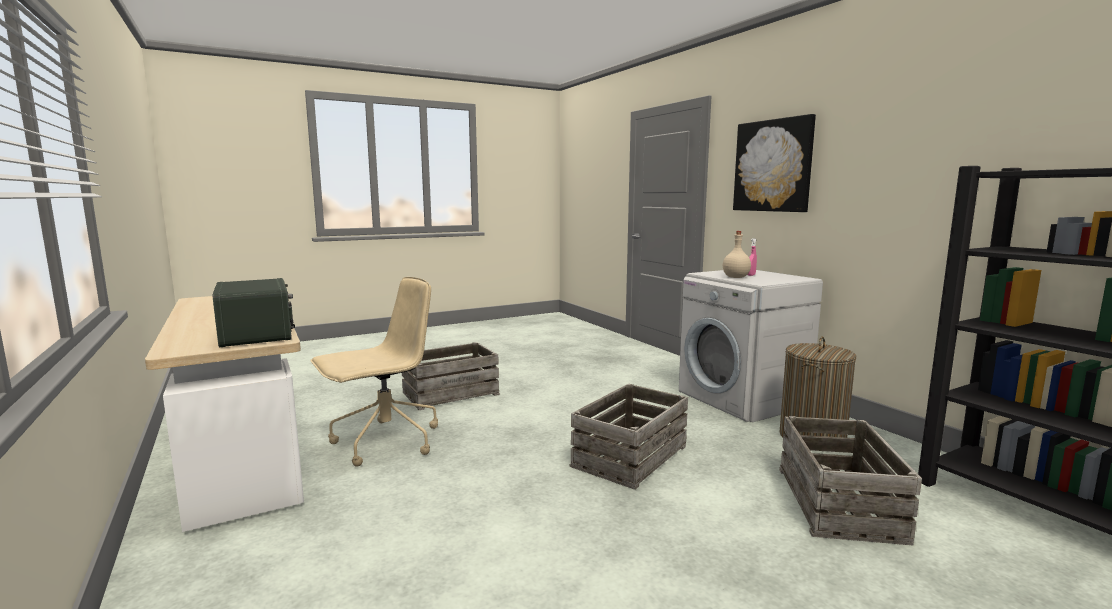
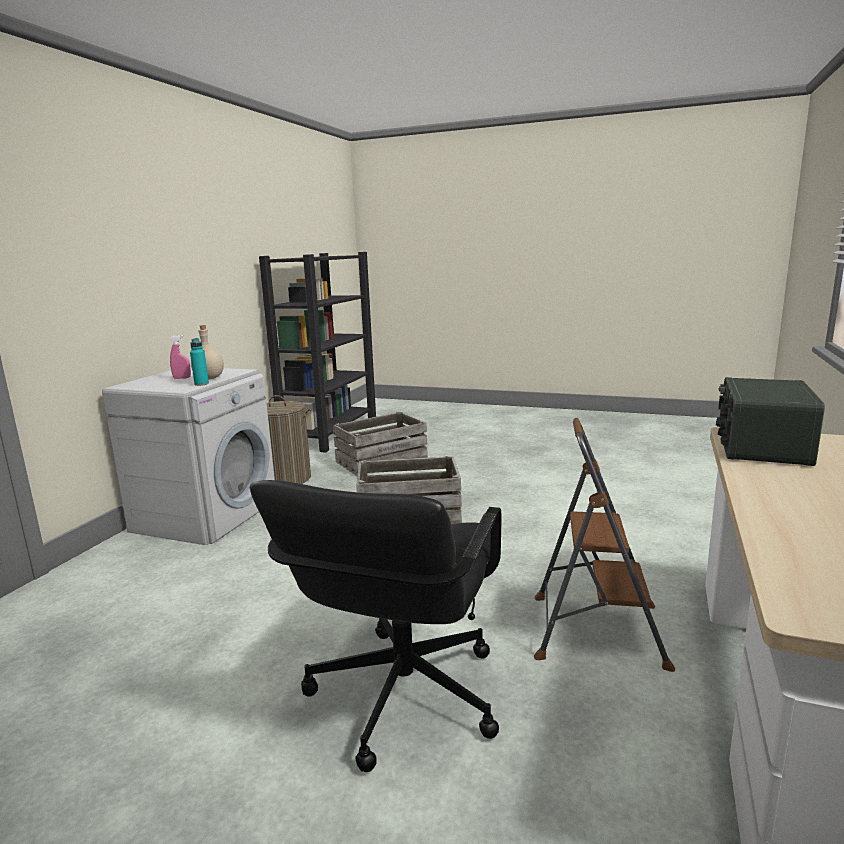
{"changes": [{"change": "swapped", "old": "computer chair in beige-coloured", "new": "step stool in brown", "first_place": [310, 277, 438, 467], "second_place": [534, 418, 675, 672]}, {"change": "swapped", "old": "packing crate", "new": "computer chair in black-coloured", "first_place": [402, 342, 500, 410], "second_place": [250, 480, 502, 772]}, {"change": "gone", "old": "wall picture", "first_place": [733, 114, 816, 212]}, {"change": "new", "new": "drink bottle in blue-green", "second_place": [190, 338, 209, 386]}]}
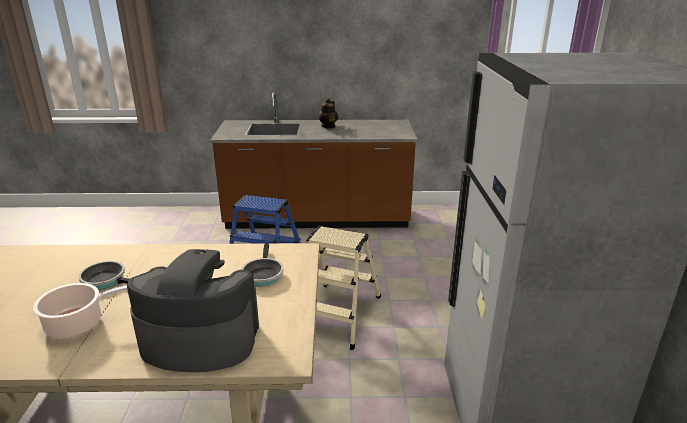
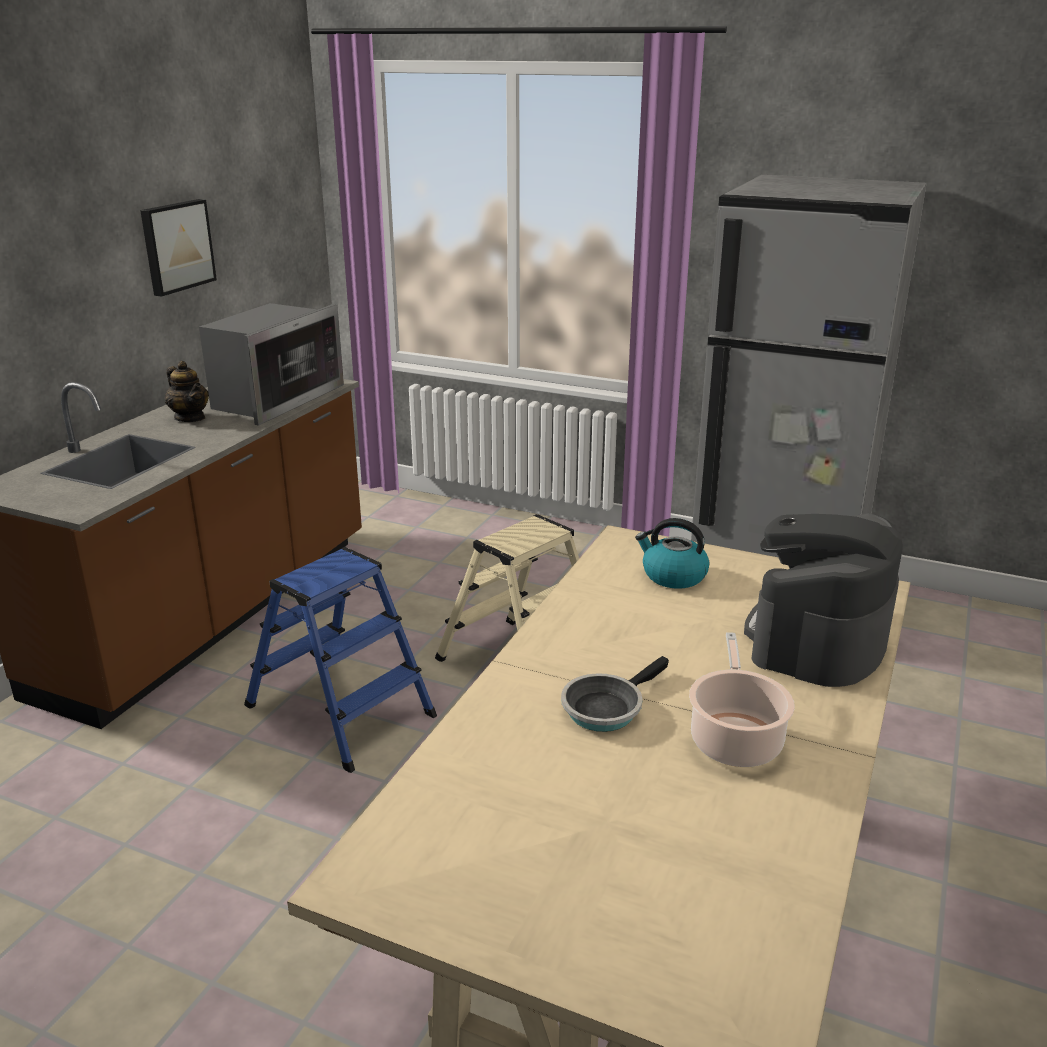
{"changes": [{"change": "swapped", "old": "skillet", "new": "tea kettle", "first_place": [241, 243, 283, 286], "second_place": [635, 518, 709, 588]}, {"change": "new", "new": "wall picture", "second_place": [140, 199, 217, 297]}, {"change": "new", "new": "microwave", "second_place": [199, 303, 344, 426]}]}
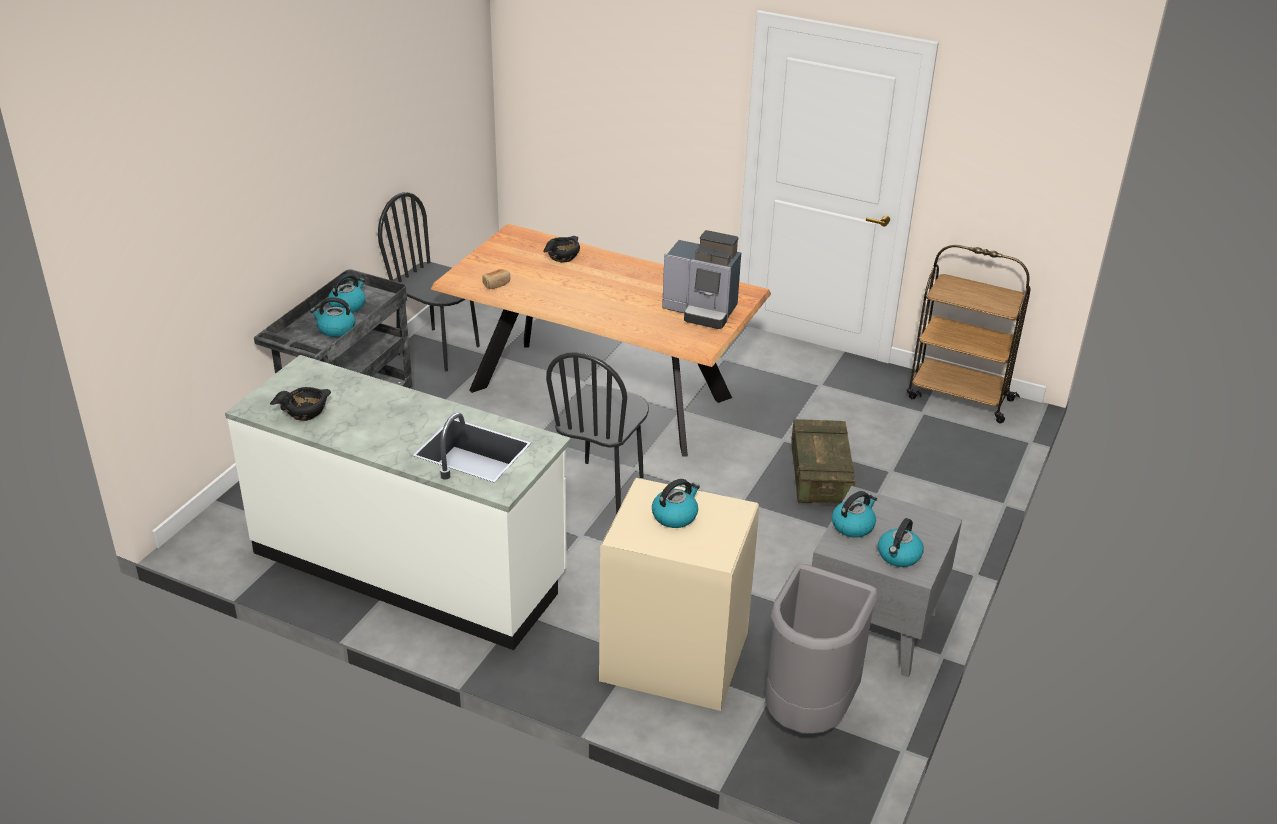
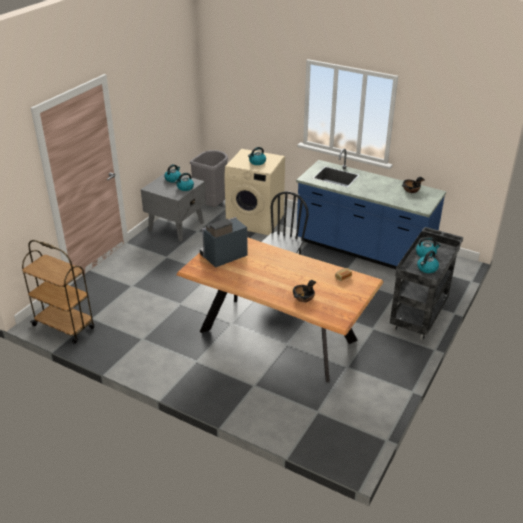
{"changes": [{"change": "repainted", "old": "kitchen counter in white-coloured", "new": "kitchen counter in blue", "first_place": [225, 355, 571, 650], "second_place": [296, 149, 446, 269]}, {"change": "gone", "old": "chair in black-coloured", "first_place": [378, 192, 480, 371]}, {"change": "rotated", "old": "coffee brewer", "first_place": [662, 230, 741, 329], "second_place": [200, 217, 248, 268], "degrees": -60}, {"change": "gone", "old": "packing crate", "first_place": [791, 419, 855, 504]}]}
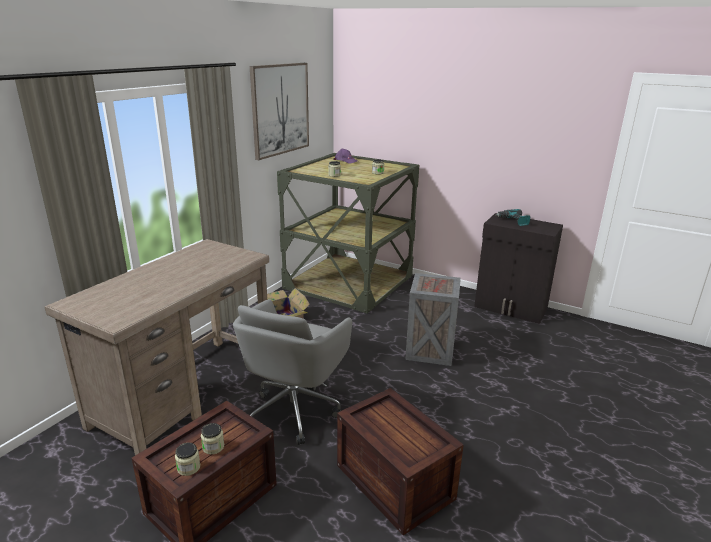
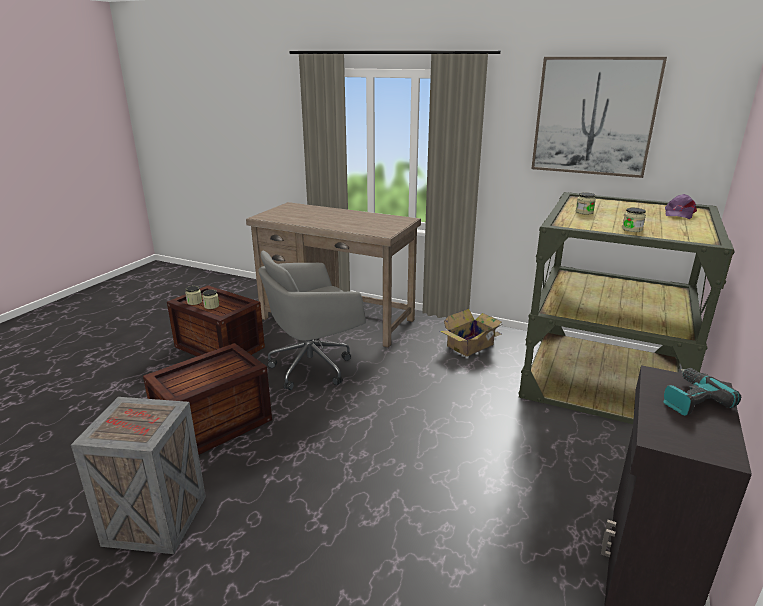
{"changes": [{"change": "rotated", "old": "computer chair in gray", "first_place": [233, 299, 352, 445], "second_place": [259, 251, 366, 390], "degrees": -45}, {"change": "shifted", "old": "packing crate", "first_place": [405, 273, 461, 366], "second_place": [71, 397, 206, 554]}]}
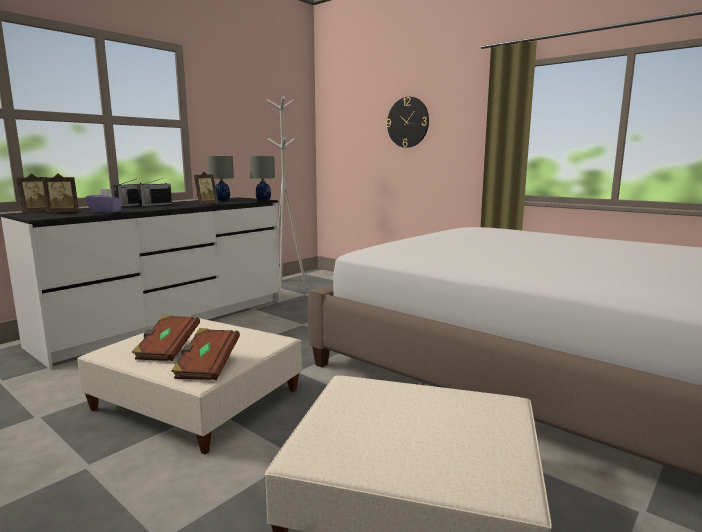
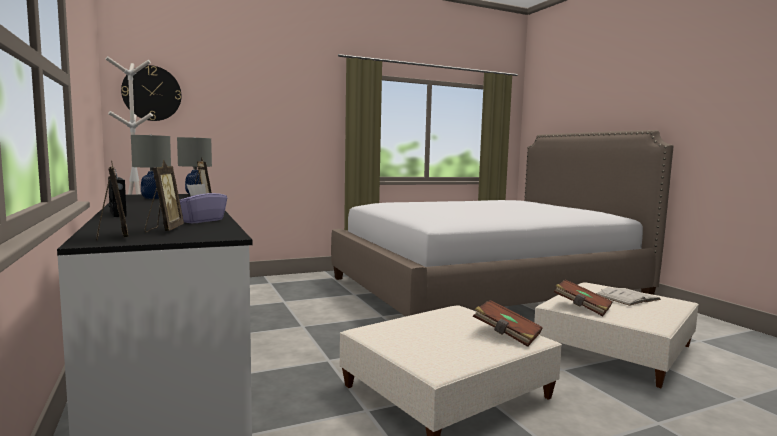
{"changes": [{"change": "shifted", "old": "book in brown", "first_place": [132, 314, 200, 361], "second_place": [554, 280, 612, 316]}, {"change": "gone", "old": "radio set", "first_place": [137, 178, 172, 206]}, {"change": "shifted", "old": "wall clock", "first_place": [386, 97, 429, 148], "second_place": [121, 65, 182, 121]}, {"change": "new", "new": "book in white-coloured", "second_place": [596, 287, 661, 306]}]}
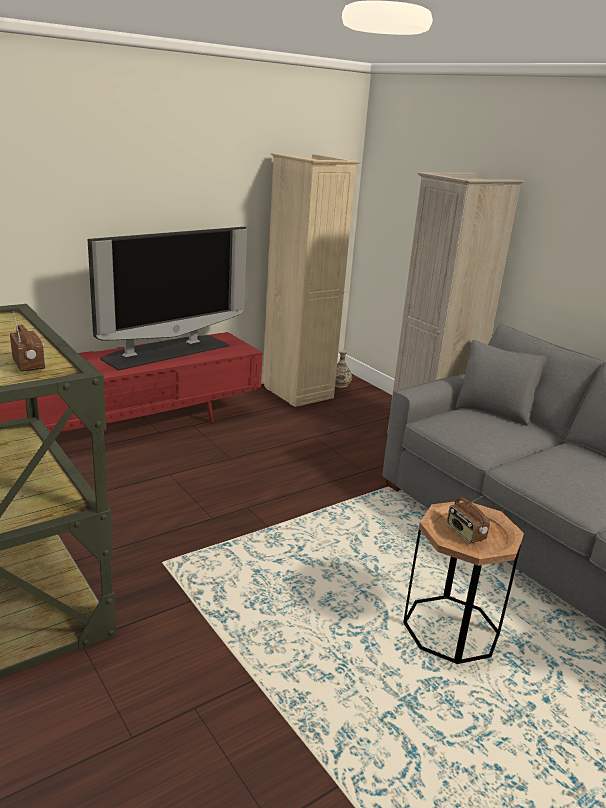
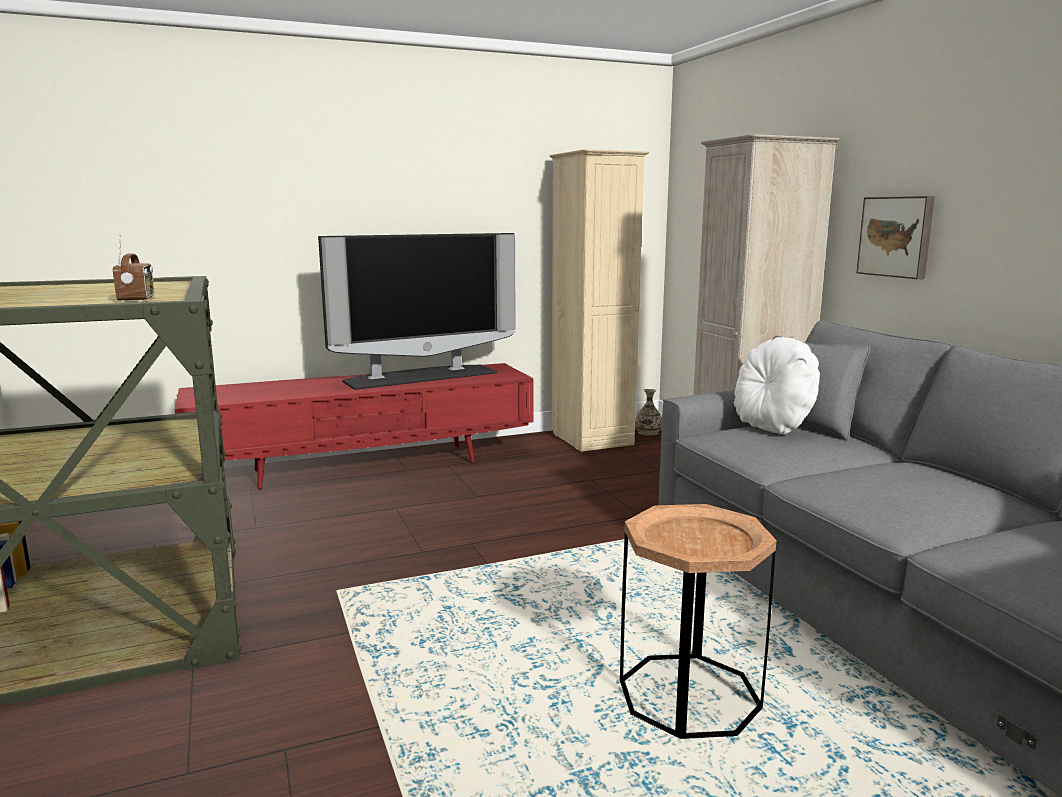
{"changes": [{"change": "gone", "old": "radio set", "first_place": [447, 495, 490, 543]}, {"change": "new", "new": "cushion in white-coloured", "second_place": [734, 337, 820, 435]}, {"change": "new", "new": "wall picture", "second_place": [856, 196, 935, 279]}]}
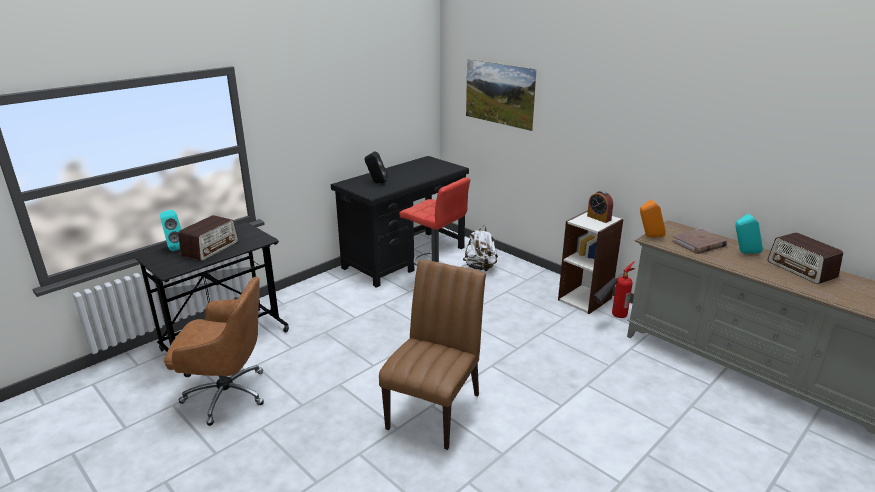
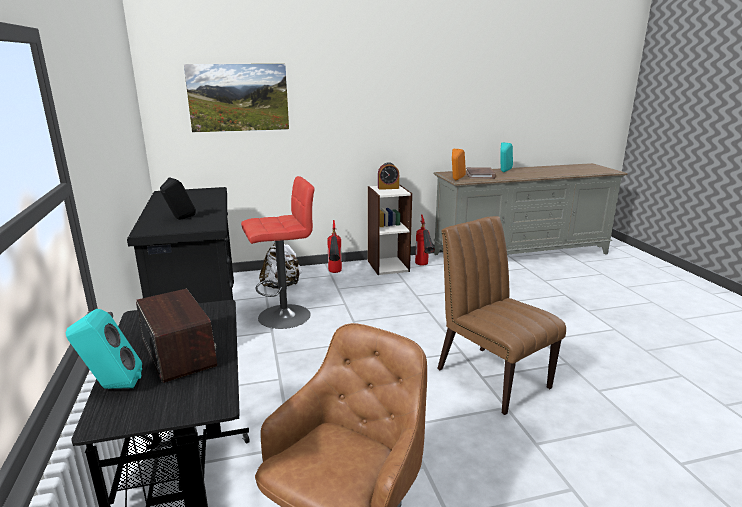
{"changes": [{"change": "gone", "old": "radio set", "first_place": [768, 232, 843, 284]}, {"change": "new", "new": "extinguisher", "second_place": [327, 220, 342, 273]}]}
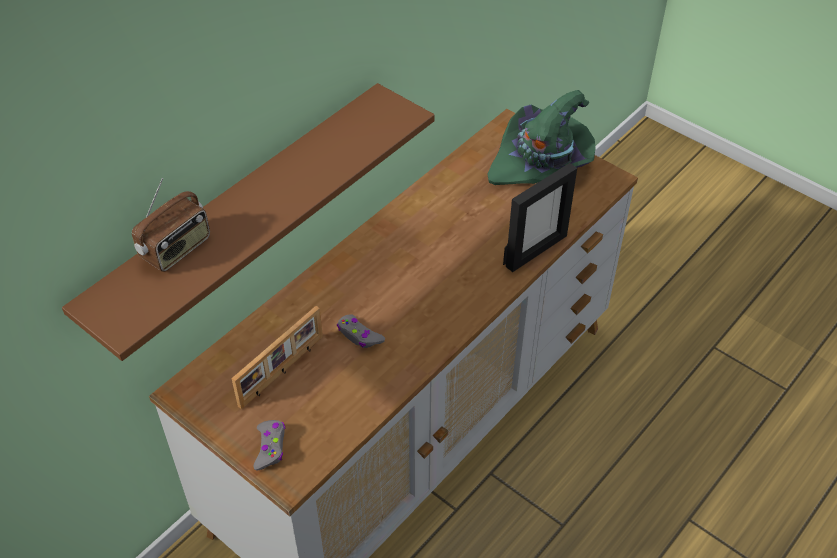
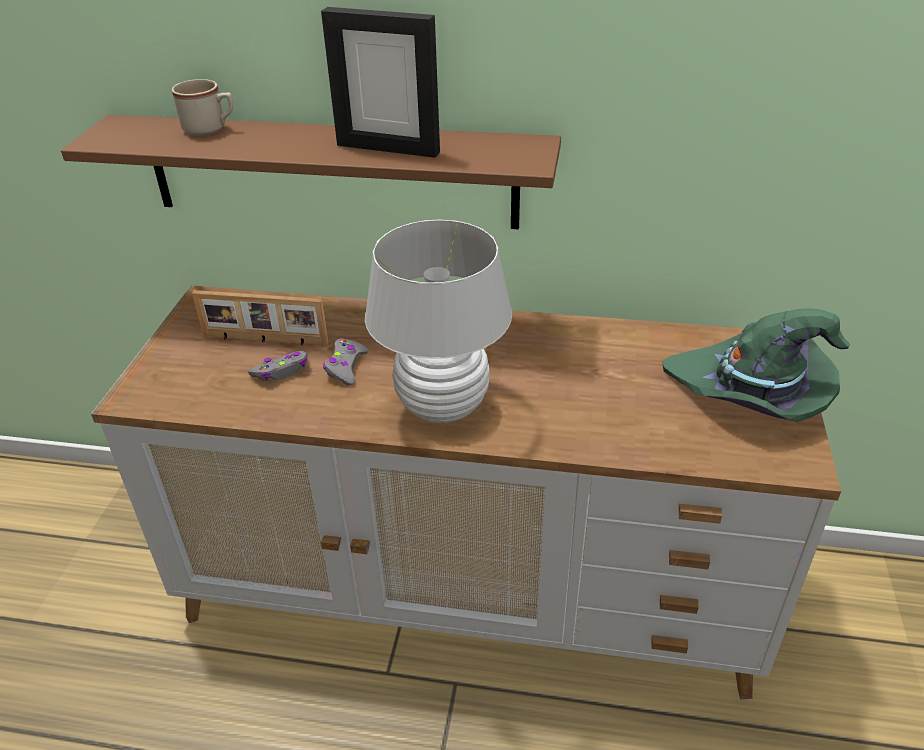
{"changes": [{"change": "swapped", "old": "radio set", "new": "mug in beige-coloured", "first_place": [132, 178, 210, 272], "second_place": [172, 79, 234, 136]}, {"change": "shifted", "old": "gamepad in gray", "first_place": [254, 420, 285, 471], "second_place": [248, 351, 308, 381]}, {"change": "shifted", "old": "picture frame", "first_place": [503, 163, 577, 272], "second_place": [321, 7, 440, 158]}, {"change": "new", "new": "table lamp in white-coloured", "second_place": [365, 220, 512, 423]}]}
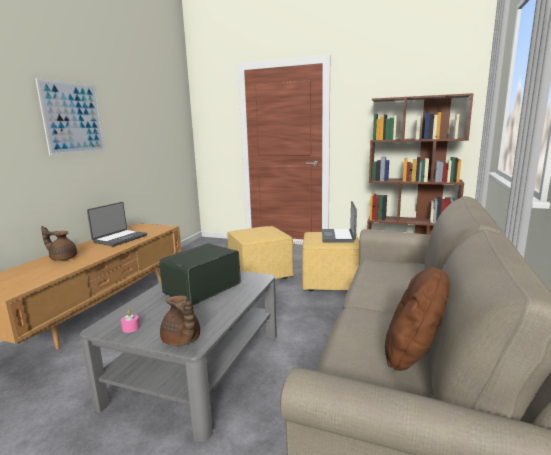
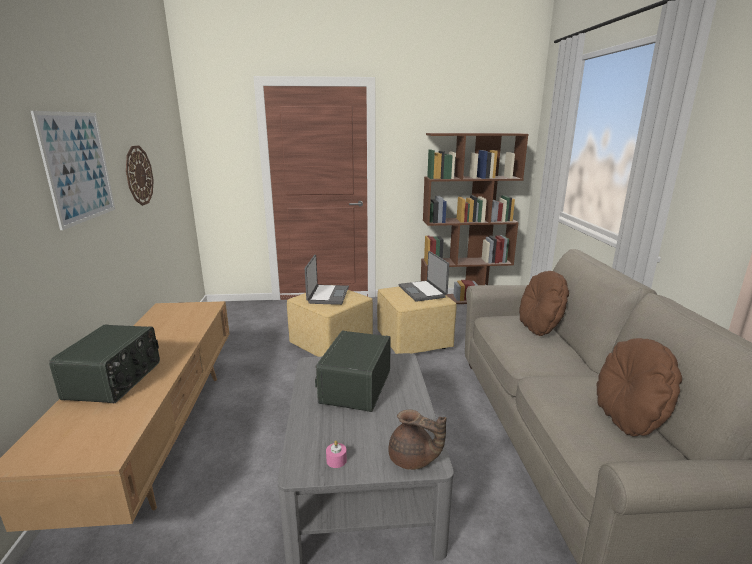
{"changes": [{"change": "swapped", "old": "teapot in brown", "new": "radio set", "first_place": [41, 226, 77, 261], "second_place": [49, 324, 160, 403]}, {"change": "shifted", "old": "portable computer", "first_place": [87, 202, 147, 246], "second_place": [305, 255, 349, 305]}, {"change": "new", "new": "wall clock", "second_place": [126, 145, 154, 206]}, {"change": "new", "new": "cushion in brown", "second_place": [519, 271, 569, 336]}]}
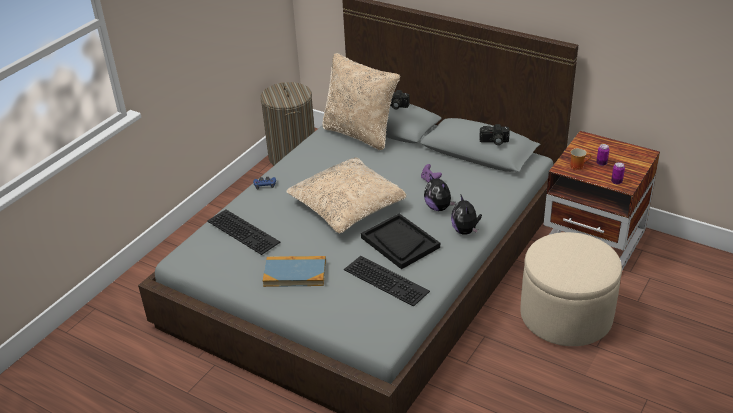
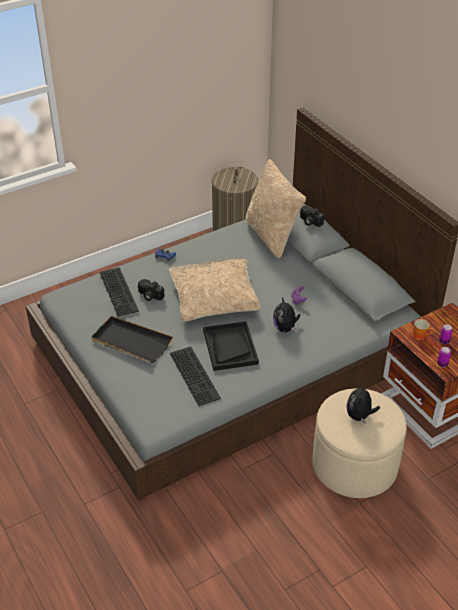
{"changes": [{"change": "swapped", "old": "book", "new": "carrying tray in black-coloured", "first_place": [263, 256, 326, 287], "second_place": [92, 316, 173, 363]}, {"change": "shifted", "old": "soft toy", "first_place": [451, 195, 482, 235], "second_place": [347, 382, 380, 424]}, {"change": "shifted", "old": "still camera", "first_place": [479, 124, 510, 145], "second_place": [138, 279, 165, 301]}]}
